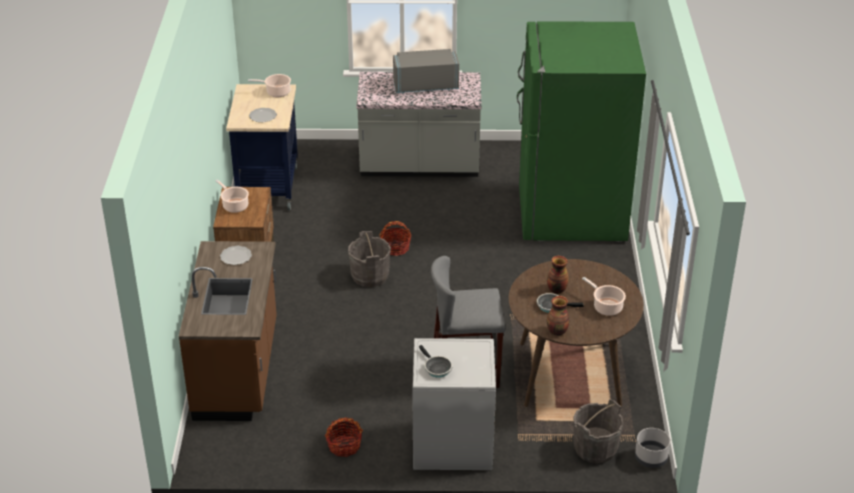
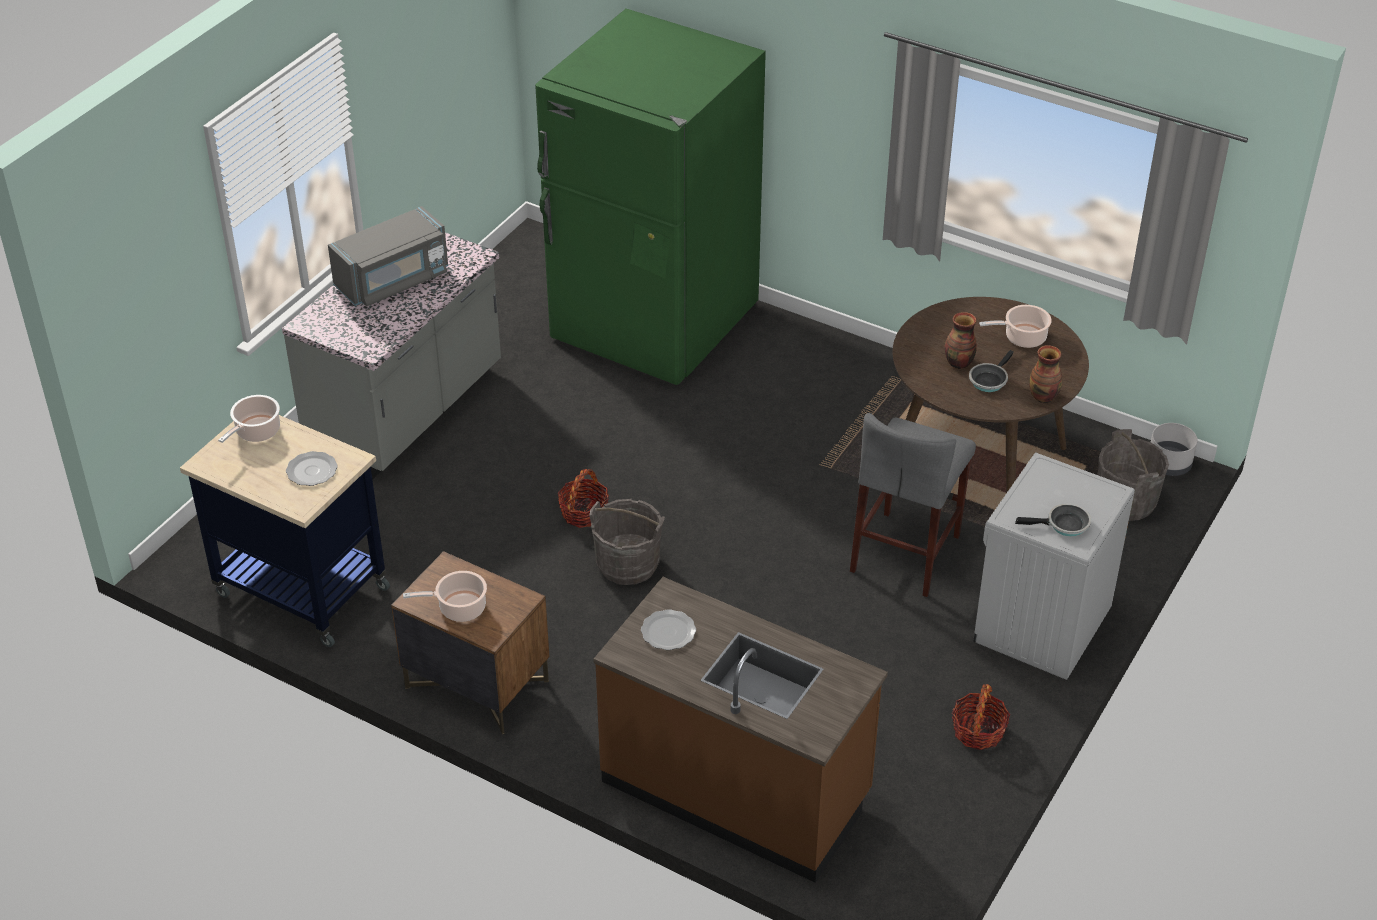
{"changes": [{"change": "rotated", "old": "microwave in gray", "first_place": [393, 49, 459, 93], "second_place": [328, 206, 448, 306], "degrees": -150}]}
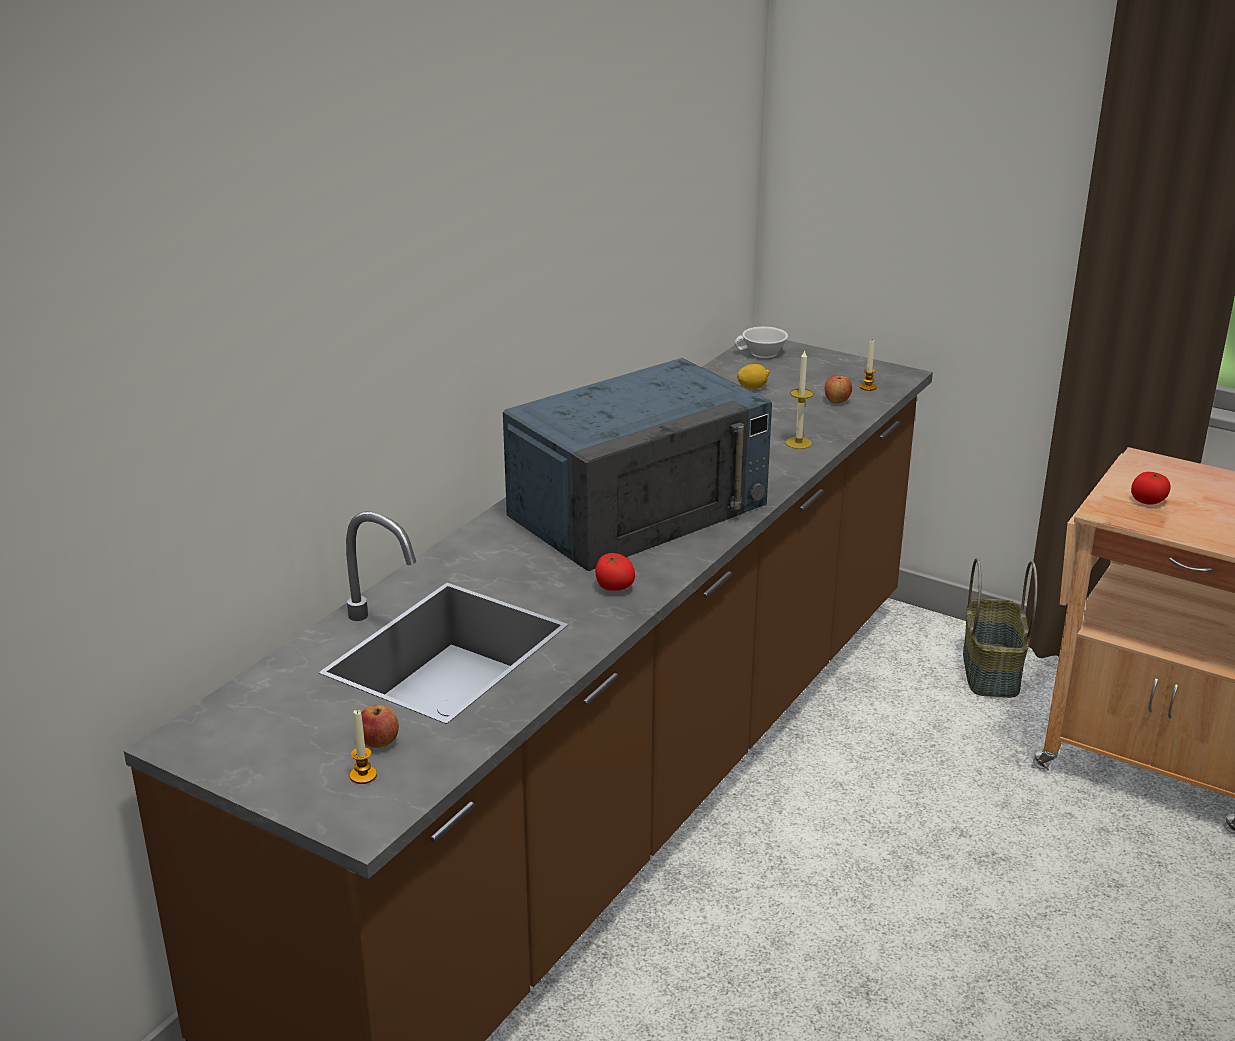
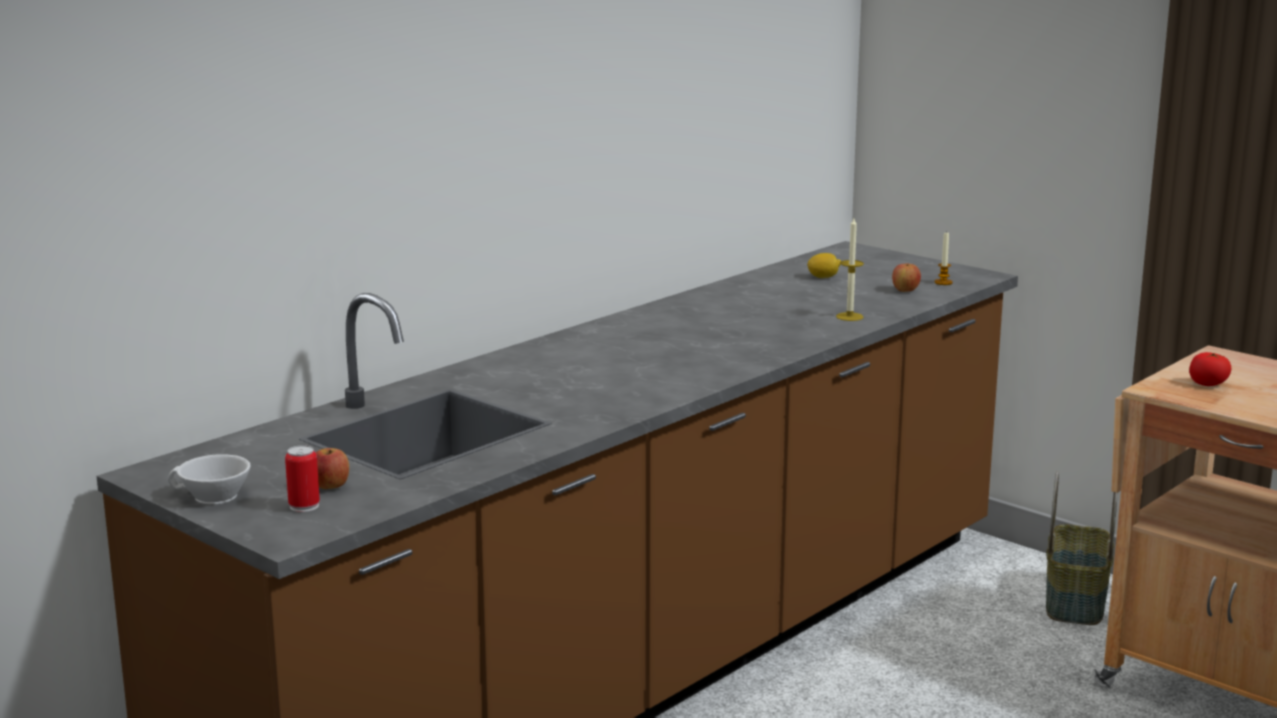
{"changes": [{"change": "swapped", "old": "candle", "new": "metal can", "first_place": [350, 710, 377, 784], "second_place": [285, 445, 320, 512]}, {"change": "gone", "old": "microwave in blue", "first_place": [503, 358, 772, 571]}, {"change": "gone", "old": "fresh tomato", "first_place": [595, 553, 635, 591]}, {"change": "shifted", "old": "small cup in white-coloured", "first_place": [734, 327, 788, 358], "second_place": [168, 454, 251, 504]}]}
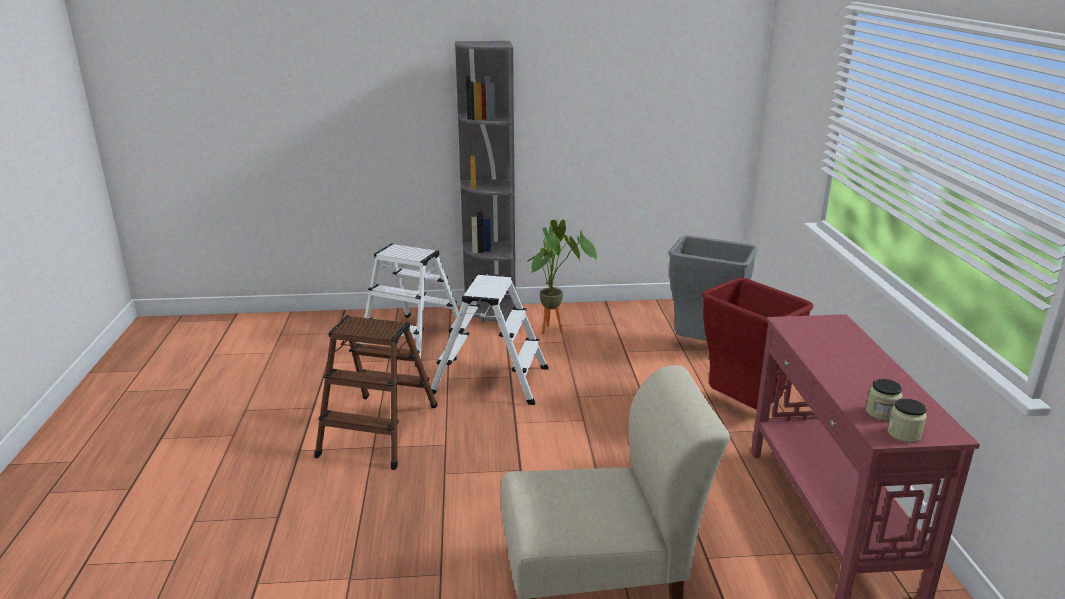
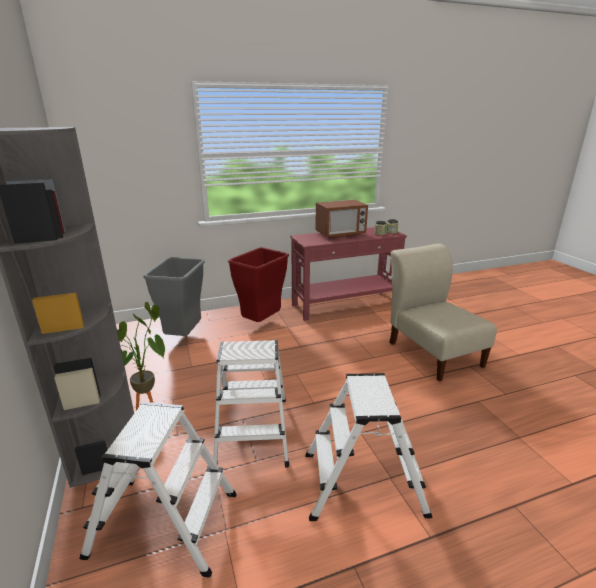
{"changes": [{"change": "repainted", "old": "step stool in brown", "new": "step stool in white-coloured", "first_place": [314, 315, 438, 470], "second_place": [305, 373, 432, 521]}, {"change": "new", "new": "microwave", "second_place": [315, 200, 368, 238]}]}
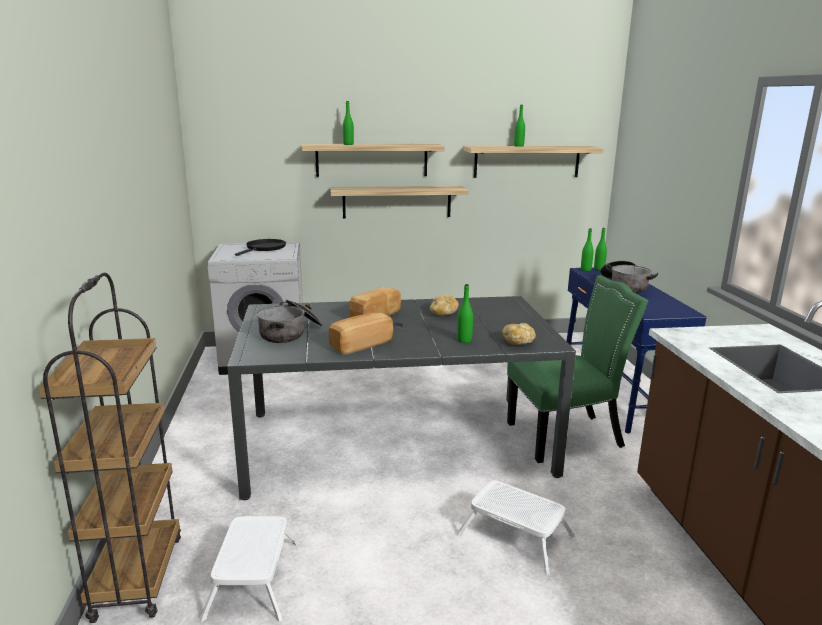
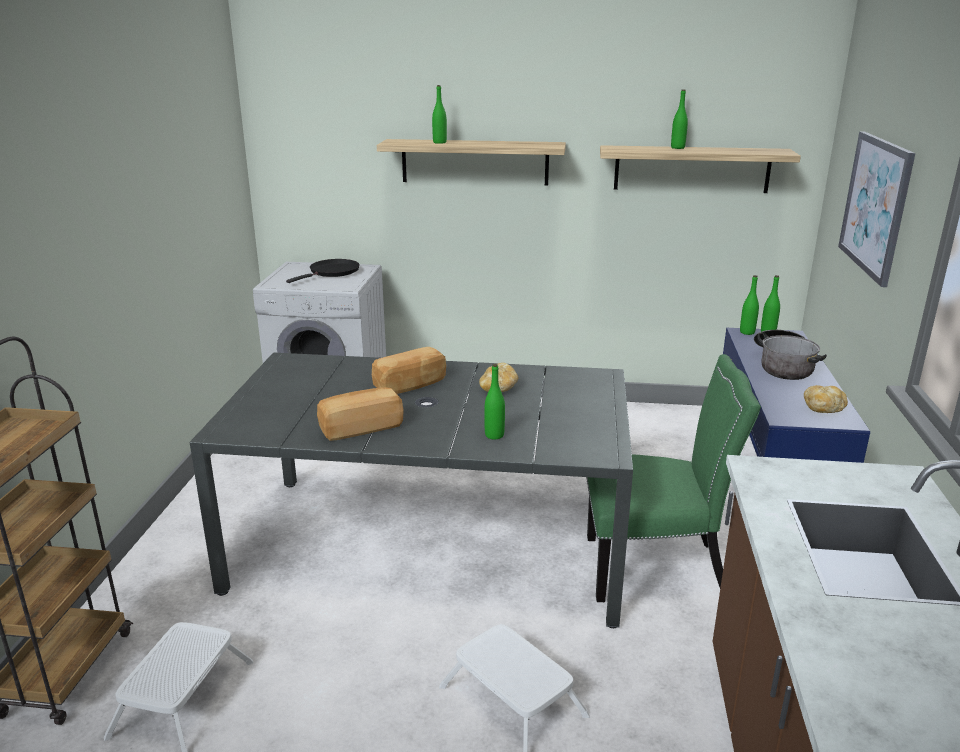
{"changes": [{"change": "gone", "old": "cooking pot", "first_place": [256, 300, 322, 343]}, {"change": "gone", "old": "wall shelf", "first_place": [330, 186, 469, 218]}, {"change": "shifted", "old": "bread", "first_place": [502, 323, 536, 345], "second_place": [804, 385, 848, 413]}, {"change": "new", "new": "wall picture", "second_place": [838, 131, 915, 287]}]}
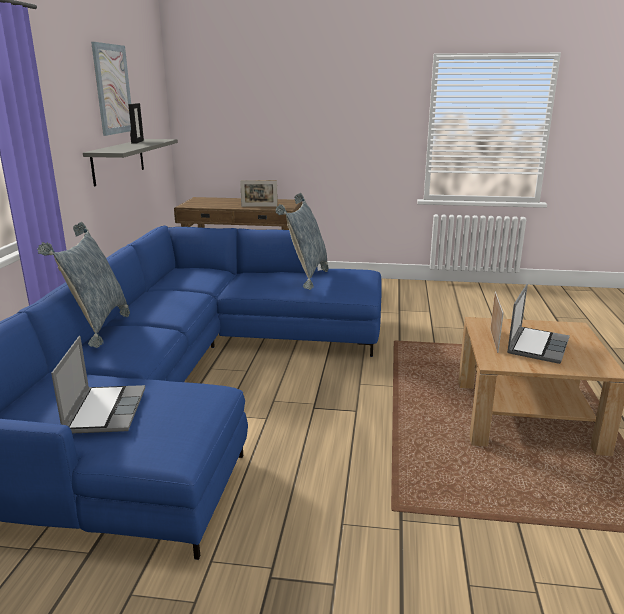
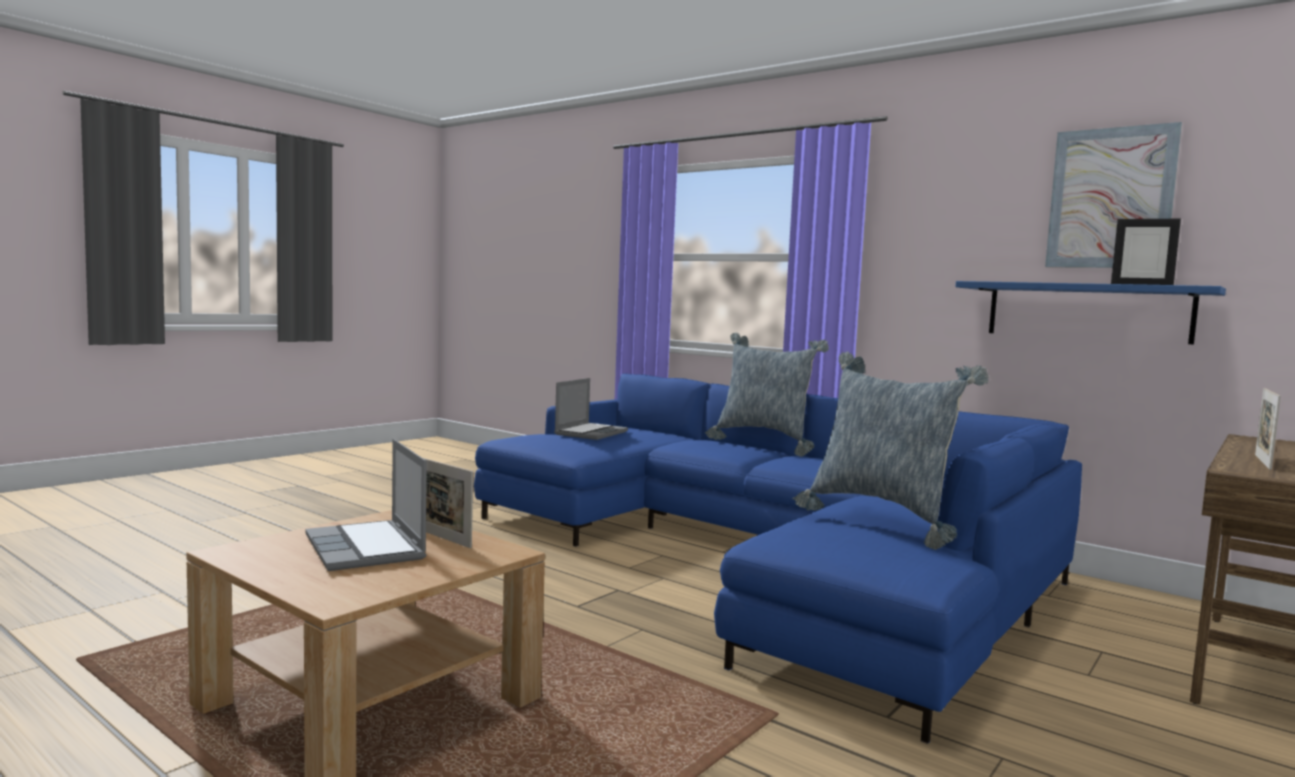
{"changes": [{"change": "rotated", "old": "portable computer", "first_place": [51, 336, 145, 433], "second_place": [554, 378, 628, 440], "degrees": -90}, {"change": "repainted", "old": "wall shelf in gray", "new": "wall shelf in blue", "first_place": [83, 139, 178, 186], "second_place": [955, 281, 1226, 345]}]}
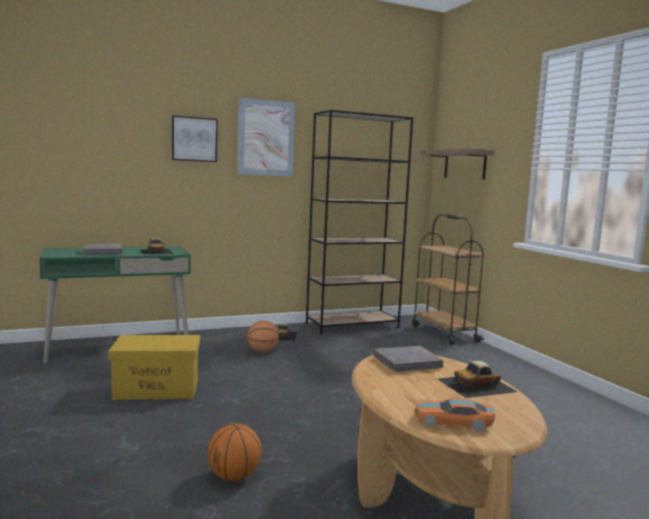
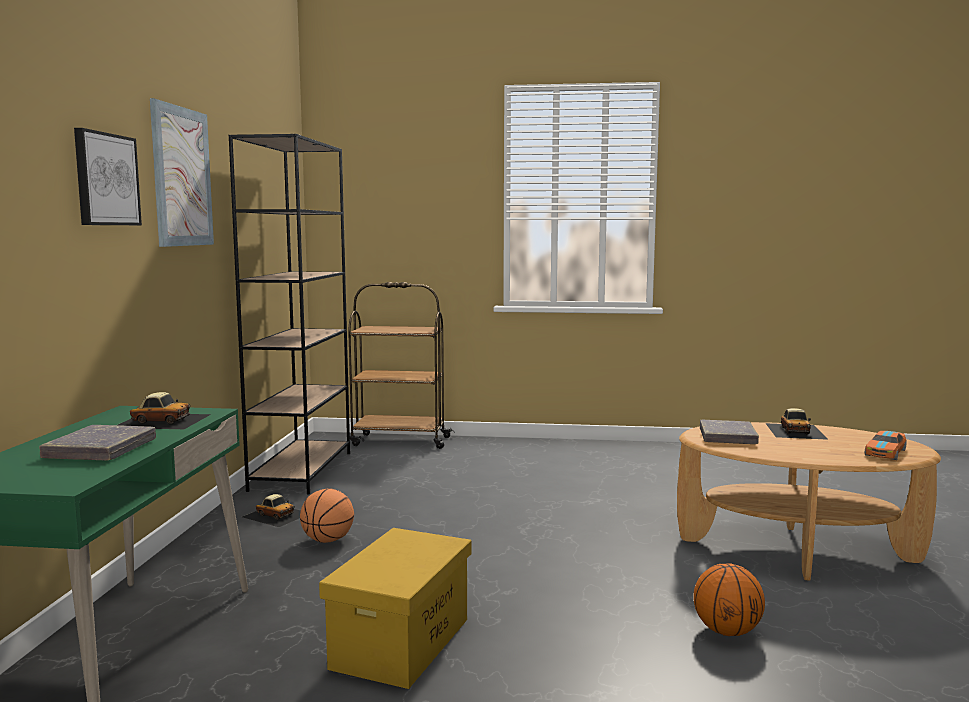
{"changes": [{"change": "gone", "old": "wall shelf", "first_place": [421, 149, 494, 180]}]}
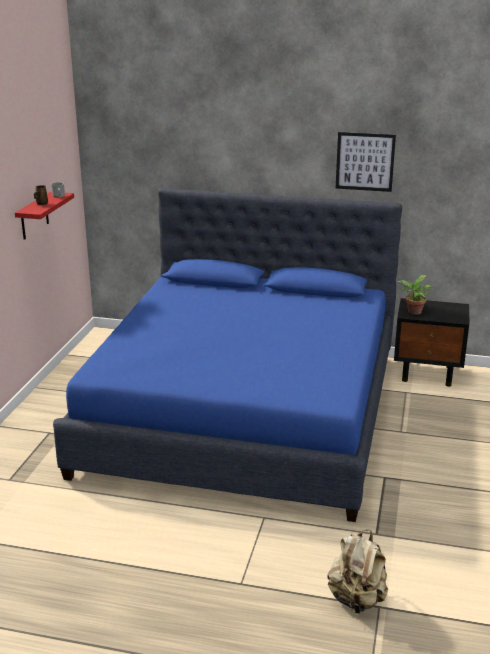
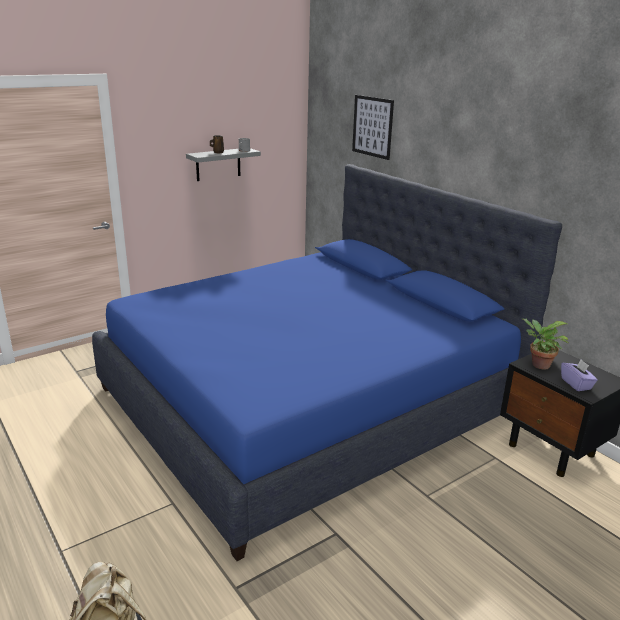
{"changes": [{"change": "repainted", "old": "wall shelf in reddish", "new": "wall shelf in gray", "first_place": [15, 192, 74, 240], "second_place": [186, 148, 261, 181]}, {"change": "shifted", "old": "wall picture", "first_place": [336, 132, 396, 192], "second_place": [352, 95, 394, 160]}, {"change": "new", "new": "tissue holder in purple-coloured", "second_place": [561, 359, 598, 391]}]}
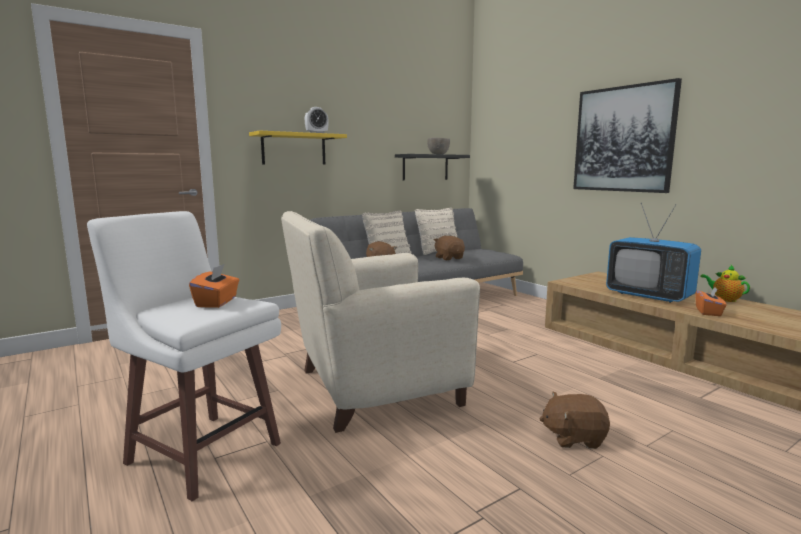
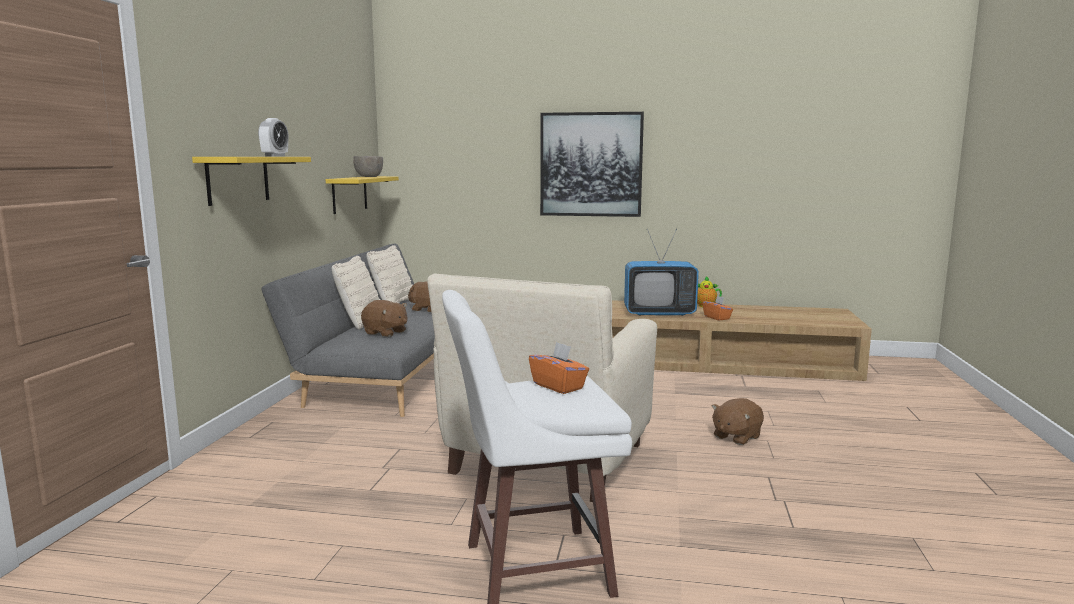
{"changes": [{"change": "repainted", "old": "wall shelf in black-coloured", "new": "wall shelf in yellow-coloured", "first_place": [395, 154, 470, 181], "second_place": [325, 176, 399, 214]}]}
